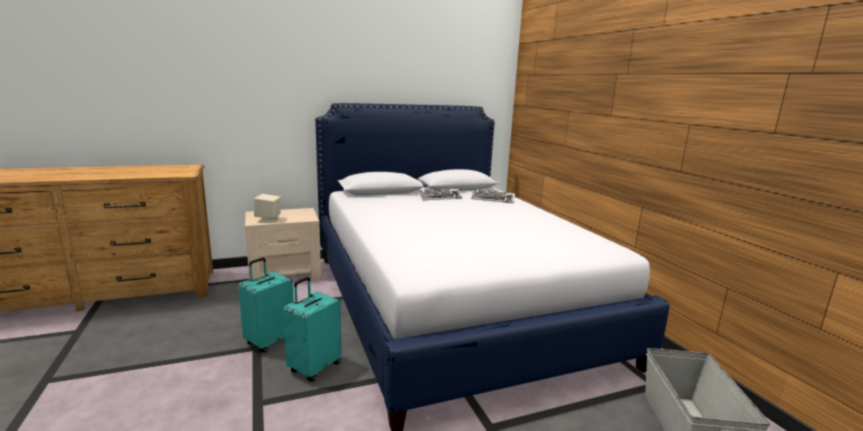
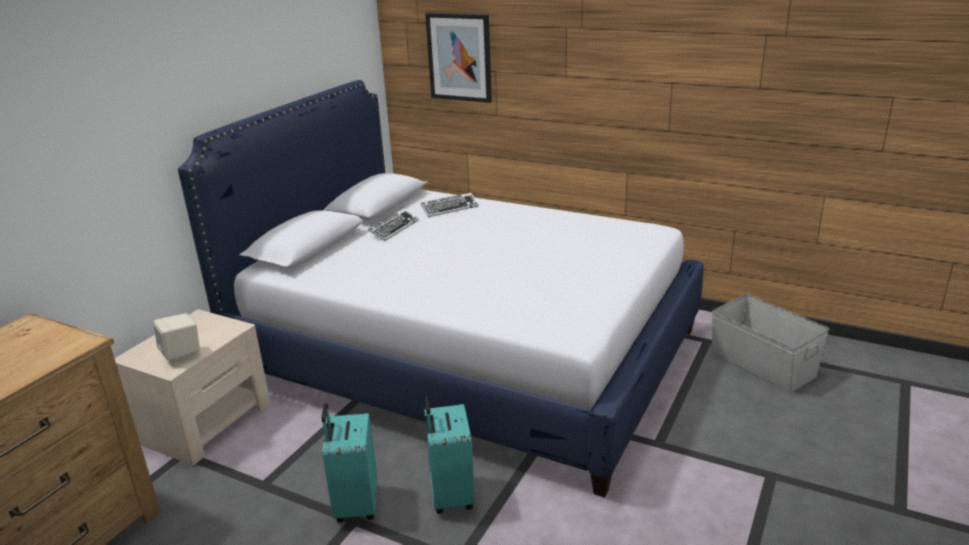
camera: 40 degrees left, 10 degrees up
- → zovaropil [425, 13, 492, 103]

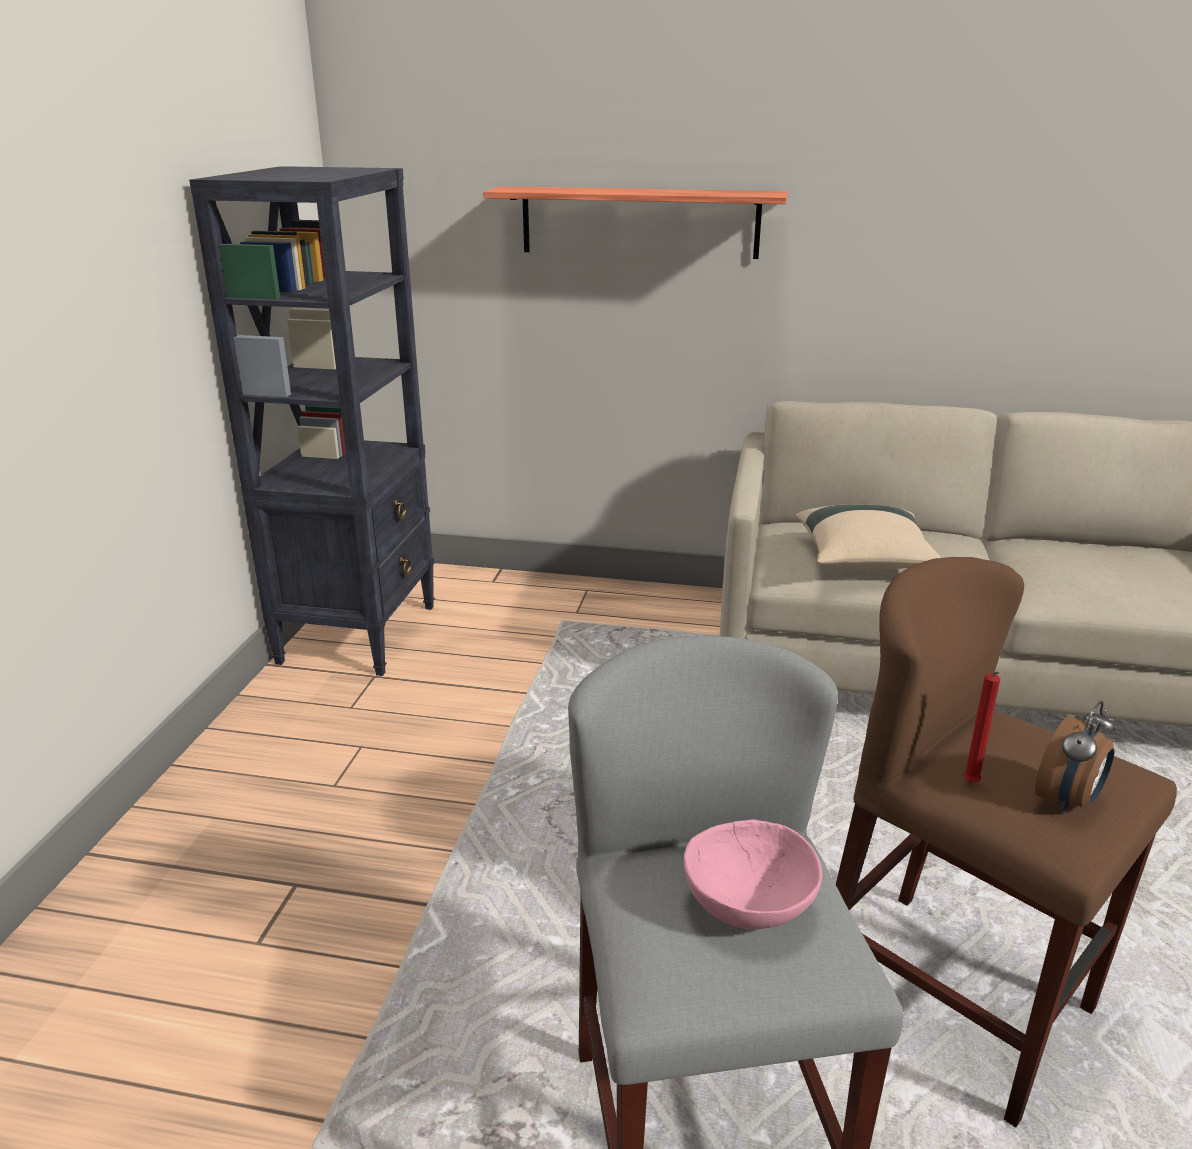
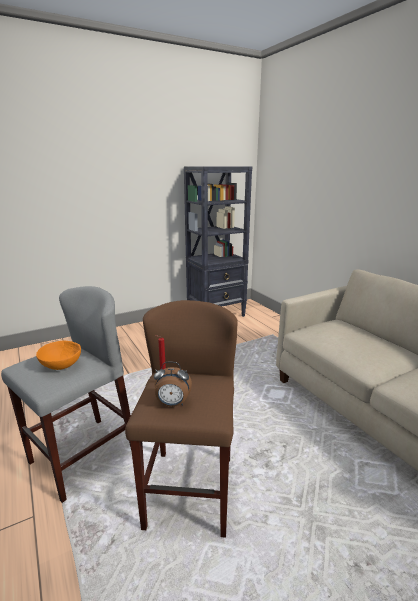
camera: 50 degrees right, 5 degrees down
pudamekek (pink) [684, 819, 822, 930] → pudamekek (orange) [36, 341, 81, 370]
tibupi [483, 186, 788, 259] → -
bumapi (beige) [796, 505, 941, 569] → -

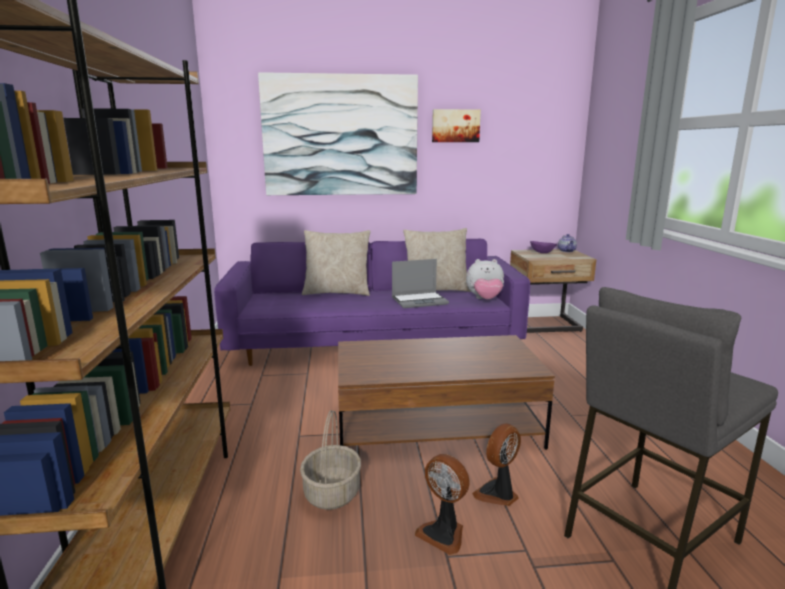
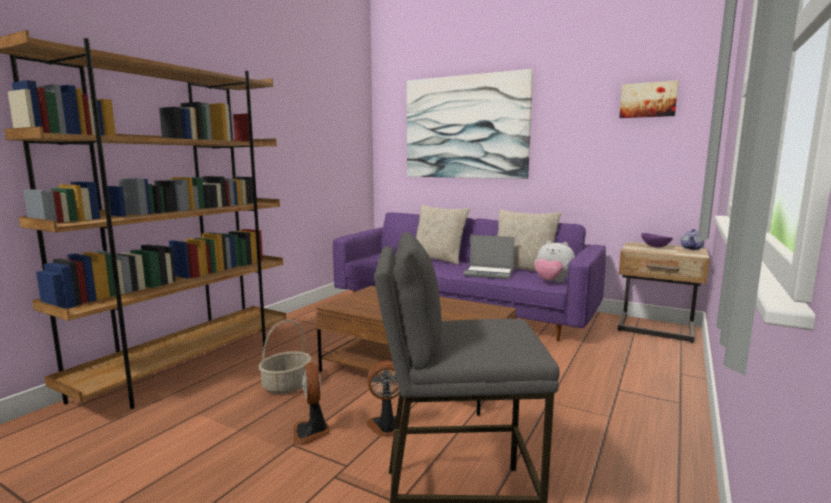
camera: 35 degrees right, 5 degrees down
zovaropil [432, 109, 481, 142] → zovaropil [619, 80, 678, 118], move

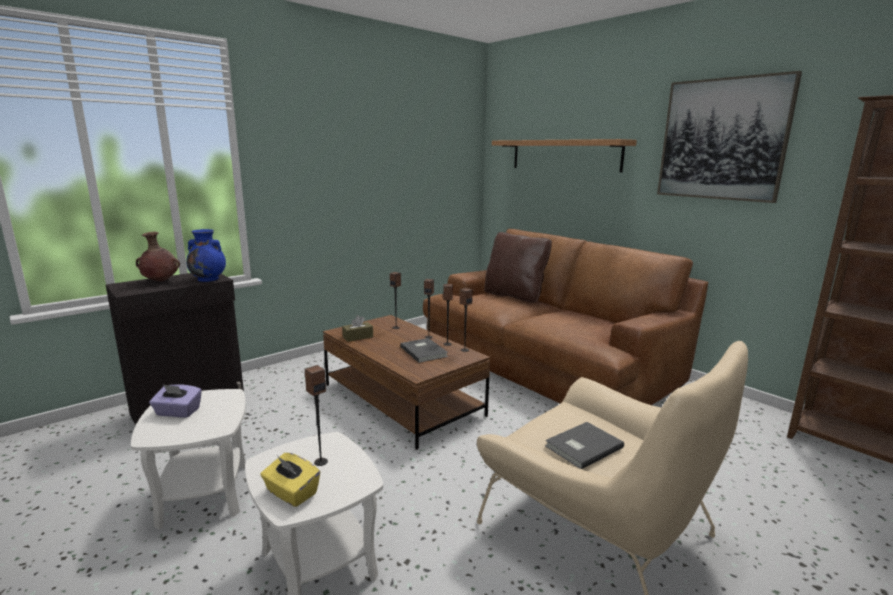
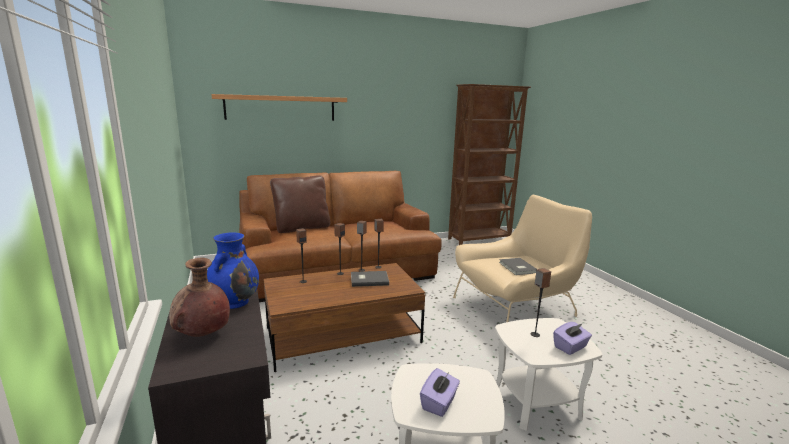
camera: 70 degrees left, 0 degrees up
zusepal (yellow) [260, 453, 320, 507] → zusepal (purple) [553, 322, 592, 355]
zusepal (brown) [342, 315, 373, 342] → -
zovaropil [657, 71, 802, 203] → -

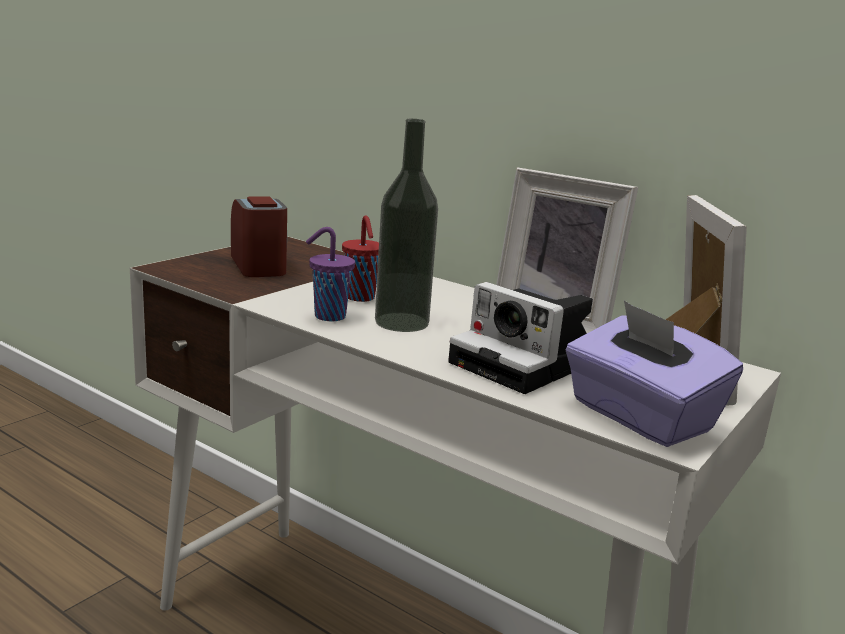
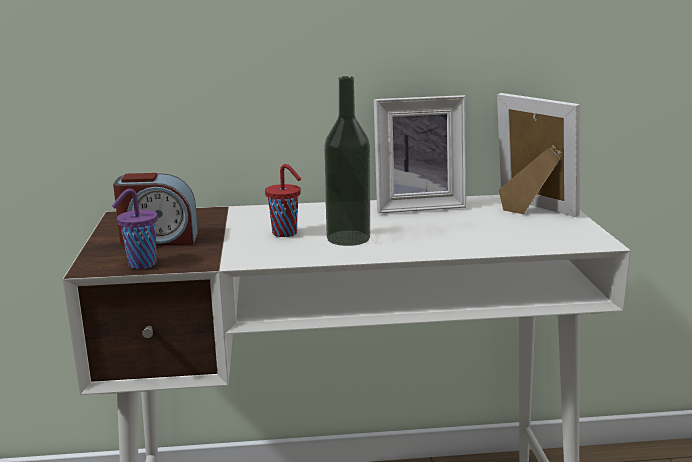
camera: 40 degrees left, 0 degrees up
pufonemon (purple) [306, 227, 355, 321] → pufonemon (purple) [112, 189, 158, 269], move
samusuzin [231, 196, 287, 277] → samusuzin [113, 173, 198, 246], 150 degrees clockwise
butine [448, 282, 593, 394] → -
zusepal (purple) [566, 301, 743, 447] → -

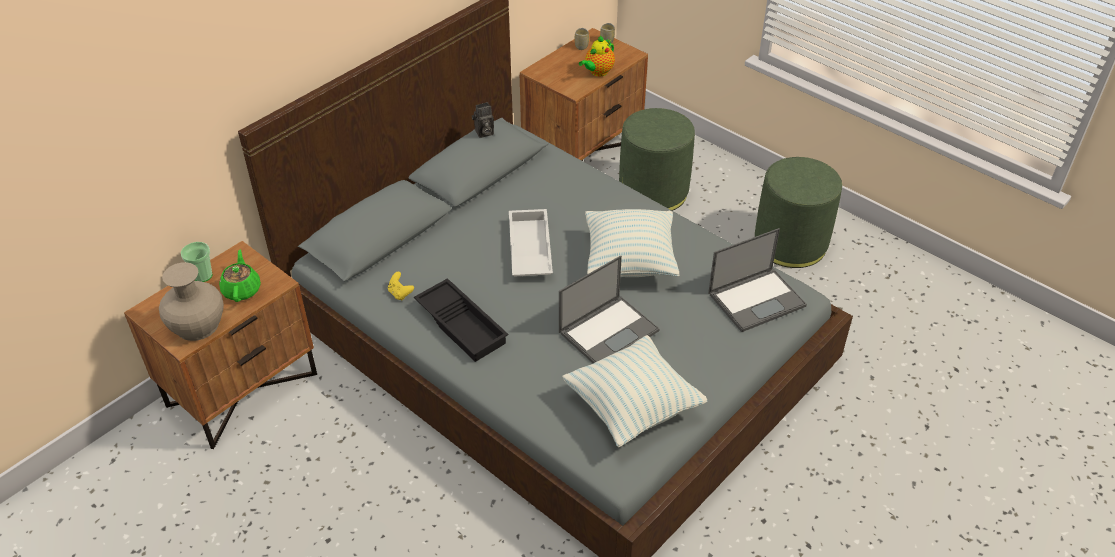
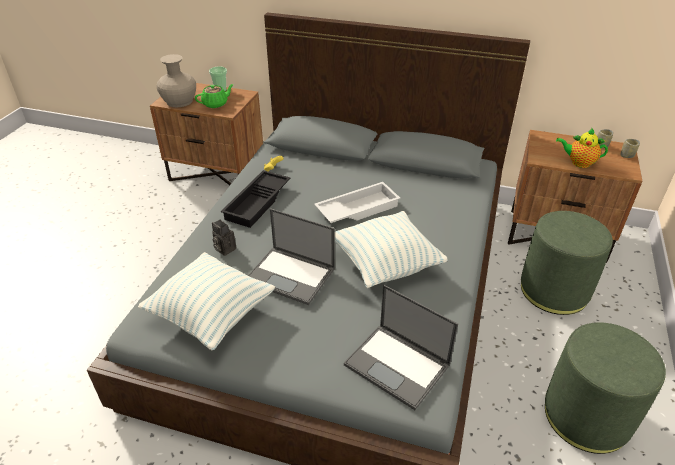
camera: 65 degrees right, 5 degrees down
butine [472, 102, 494, 138] → butine [212, 220, 236, 256], move

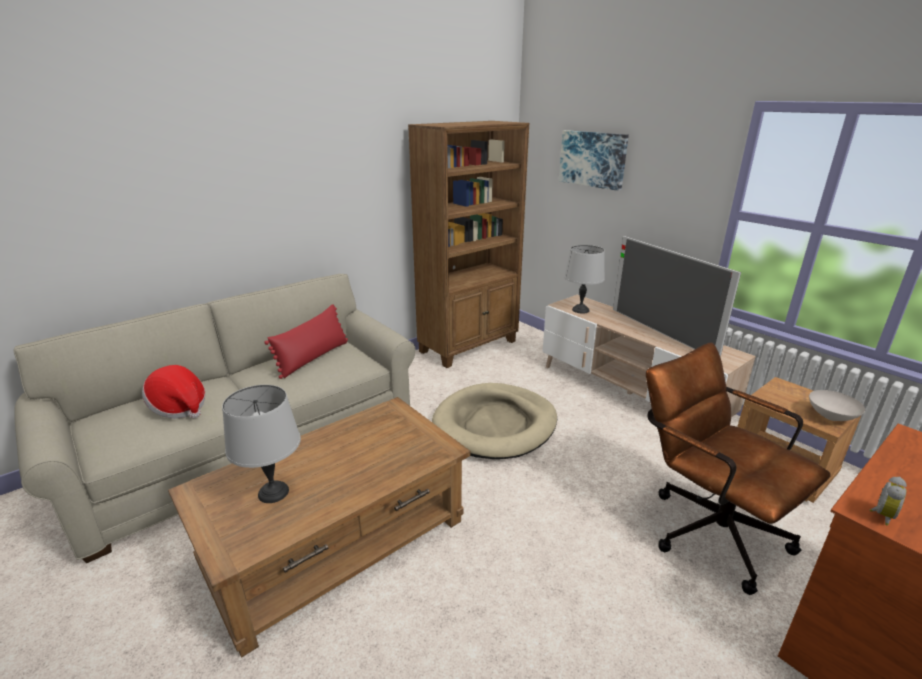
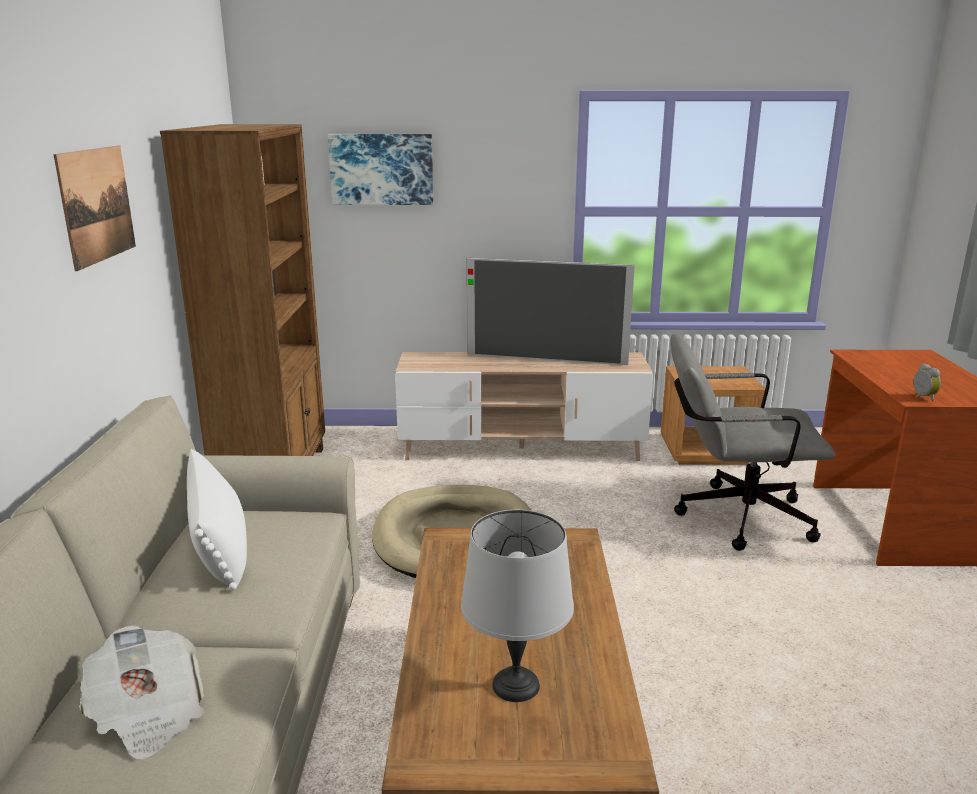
camera: 50 degrees left, 5 degrees down
- → zovaropil [53, 146, 136, 271]
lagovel [142, 365, 205, 419] → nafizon [79, 625, 204, 759]
bumapi (red) [264, 304, 348, 379] → bumapi (white) [187, 449, 247, 590]
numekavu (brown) [646, 342, 831, 595] → numekavu (grey) [670, 334, 835, 551]
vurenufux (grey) [564, 245, 605, 314] → -
pudamekek (white) [809, 390, 865, 421] → -

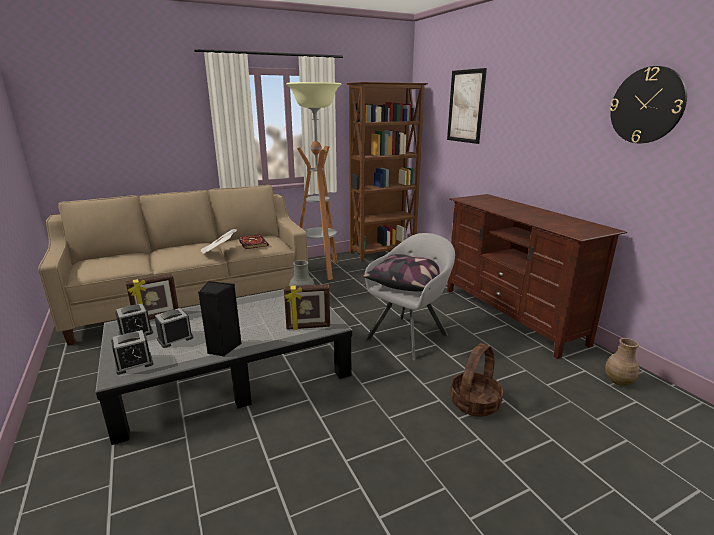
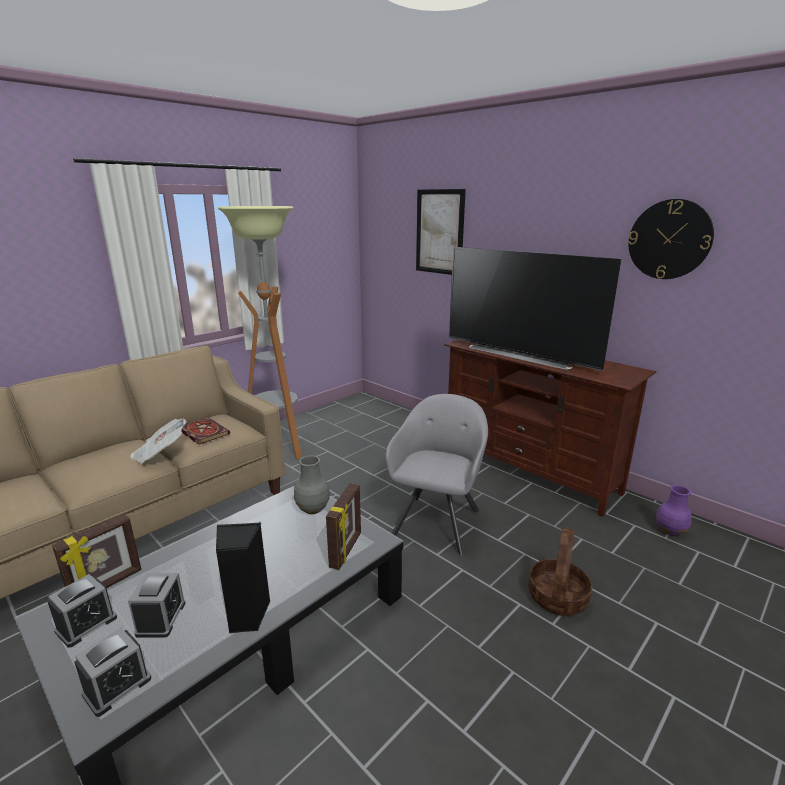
camera: 20 degrees left, 0 degrees up
samusuzin [155, 308, 194, 348] → samusuzin [128, 573, 186, 638], 150 degrees clockwise
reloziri [284, 284, 330, 330] → reloziri [326, 483, 361, 570], 45 degrees counterclockwise
- → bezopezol [449, 247, 622, 371]
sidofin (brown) [605, 338, 639, 386] → sidofin (purple) [656, 485, 692, 536]
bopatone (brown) [347, 82, 428, 260] → -
bumapi [363, 254, 440, 291] → -

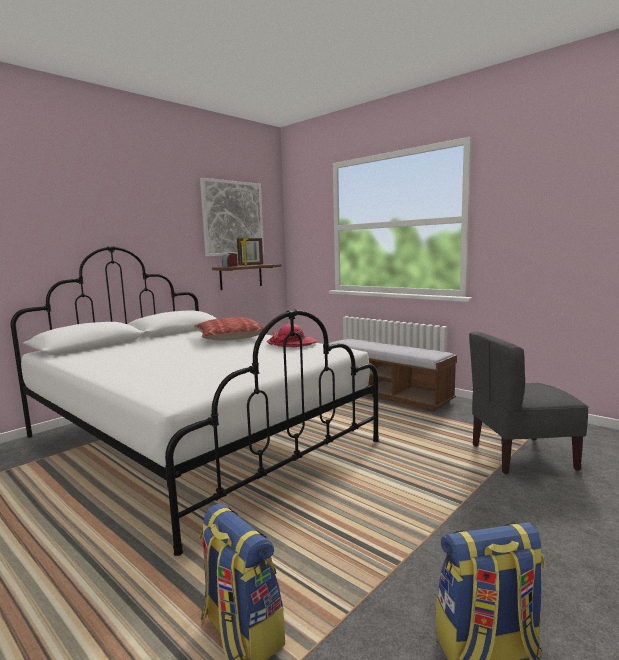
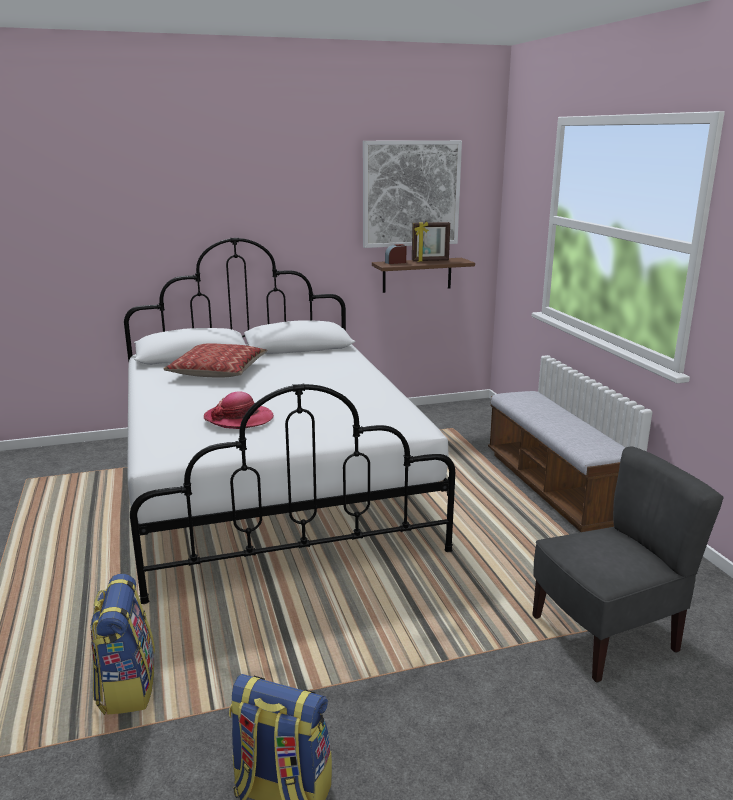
camera: 30 degrees right, 10 degrees up
bumapi [194, 317, 264, 341] → bumapi [164, 343, 268, 377], move
lagovel [267, 324, 317, 347] → lagovel [204, 391, 274, 429], move
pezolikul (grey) [469, 332, 589, 474] → pezolikul (grey) [532, 447, 724, 682], 135 degrees clockwise

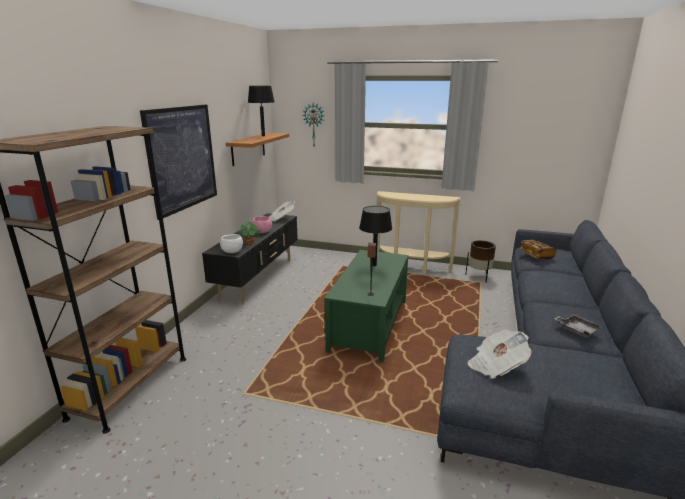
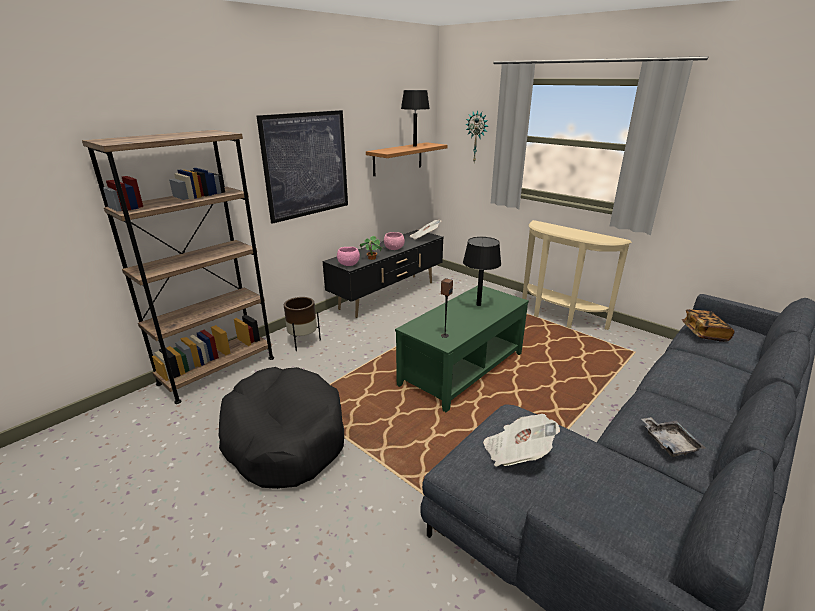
camera: 25 degrees right, 5 degrees up
- → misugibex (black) [219, 367, 344, 489]
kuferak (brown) [465, 240, 496, 283] → kuferak (brown) [284, 297, 321, 351], move
pudamekek (white) [220, 234, 243, 253] → pudamekek (pink) [337, 247, 360, 266]

